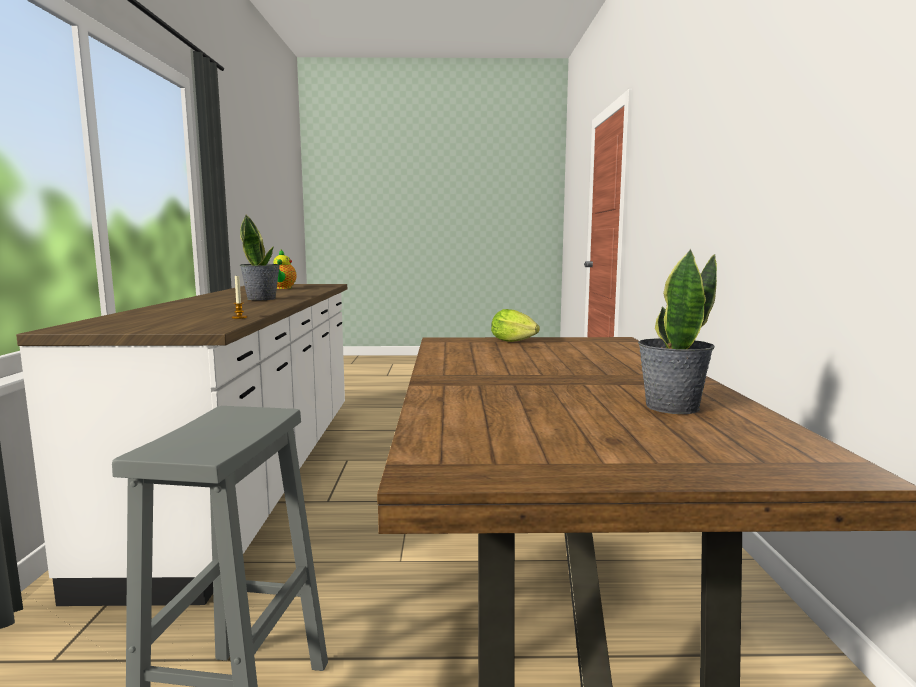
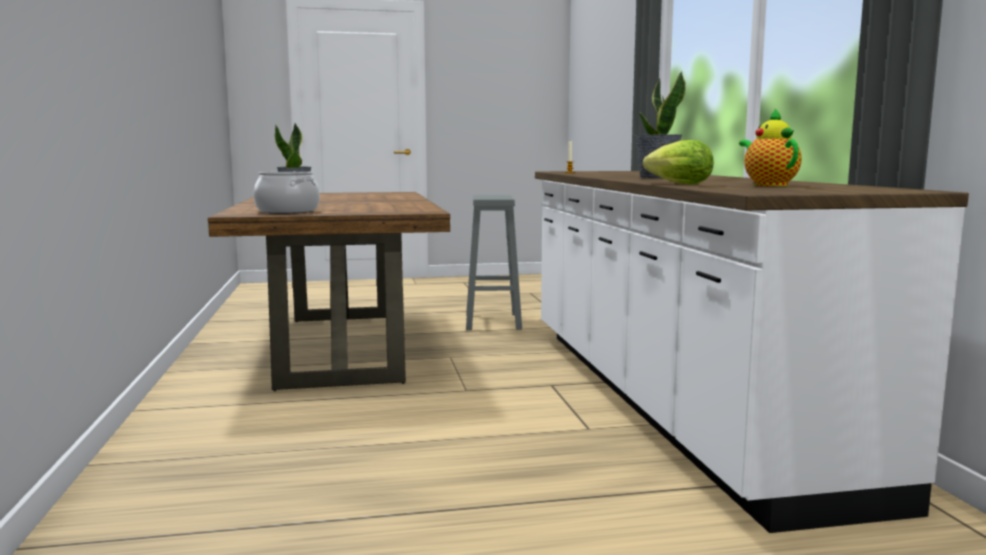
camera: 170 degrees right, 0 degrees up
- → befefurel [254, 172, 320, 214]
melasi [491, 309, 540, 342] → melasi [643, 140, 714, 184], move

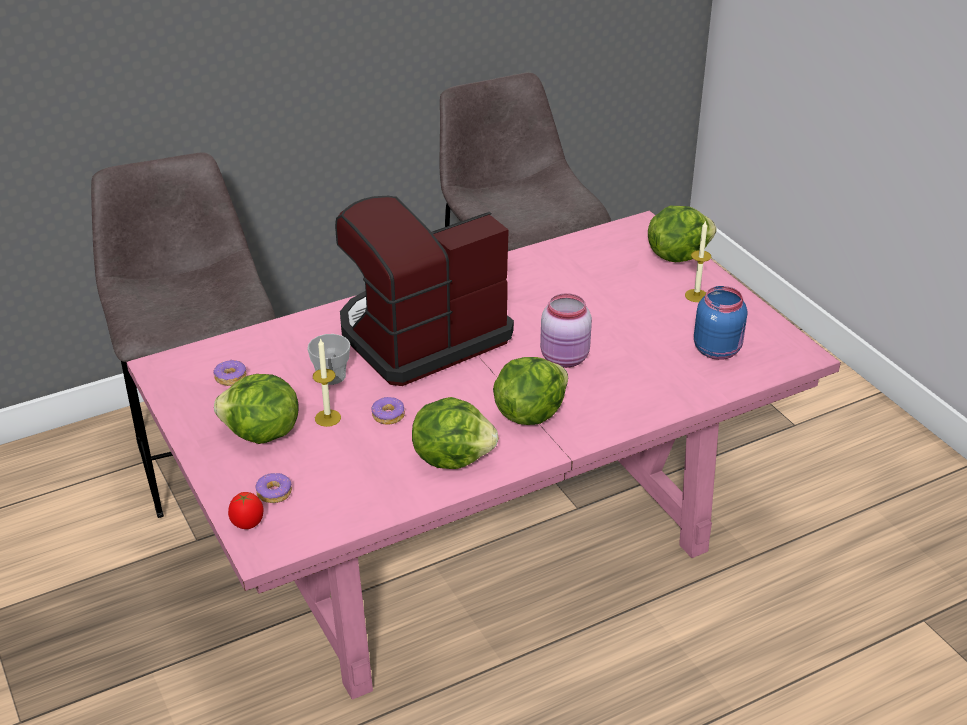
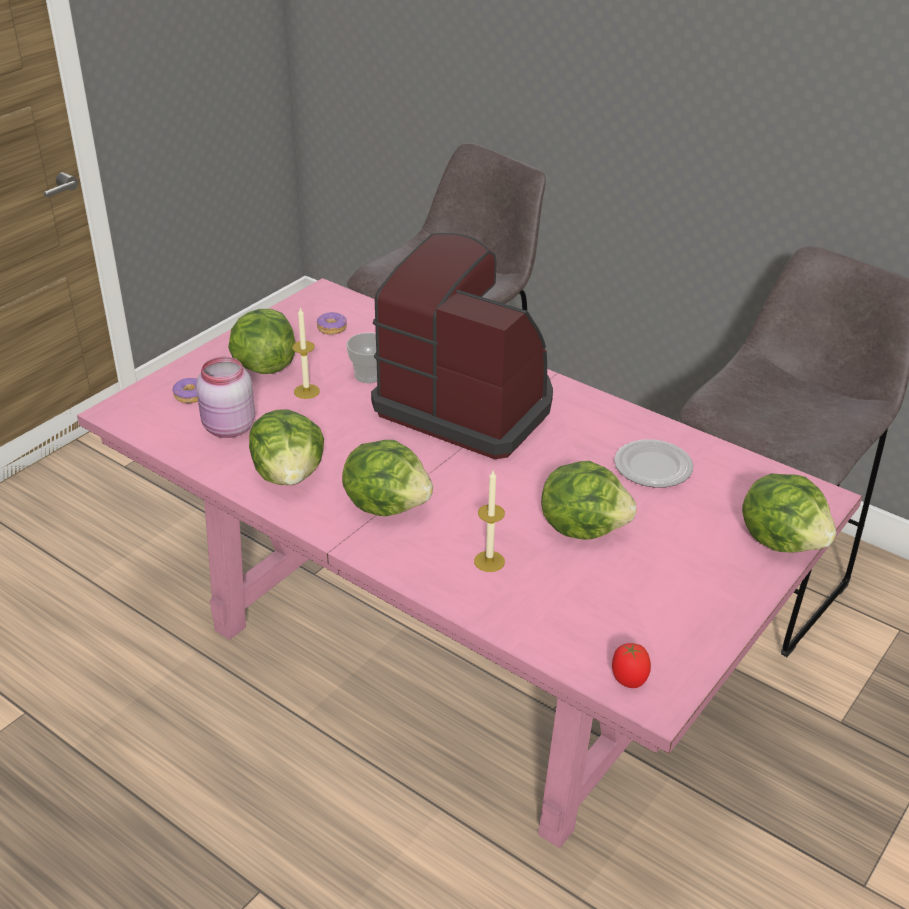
camera: 65 degrees right, 0 degrees up
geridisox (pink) [540, 293, 592, 368] → geridisox (pink) [196, 357, 255, 438], move
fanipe [685, 220, 711, 302] → fanipe [474, 471, 505, 572], move
- → melasi [541, 461, 637, 540]
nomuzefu [228, 492, 264, 529] → nomuzefu [612, 643, 651, 688], move
- → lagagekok [614, 439, 694, 488]
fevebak [371, 397, 405, 425] → -
geridisox (blue) [694, 286, 748, 360] → -

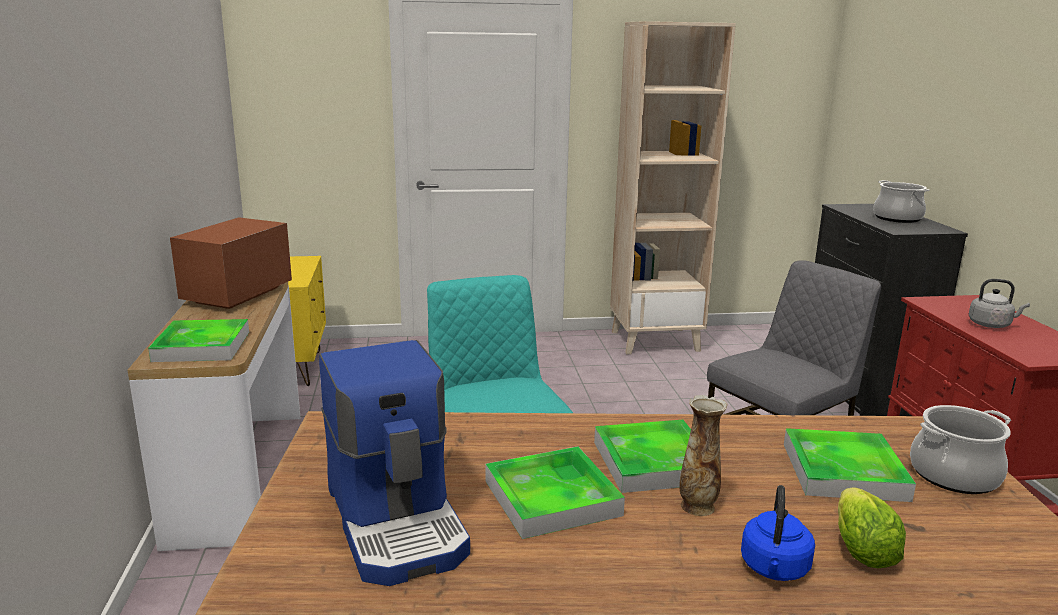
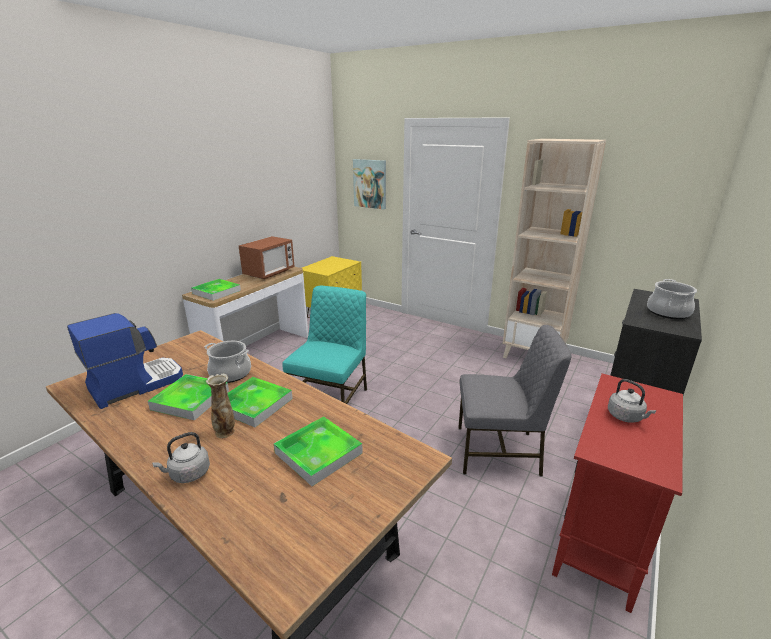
camera: 40 degrees right, 5 degrees up
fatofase [319, 340, 470, 586] → fatofase [67, 313, 183, 409], 150 degrees counterclockwise
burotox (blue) [741, 485, 815, 581] → burotox (grey) [152, 432, 210, 483]
befefurel [910, 405, 1011, 494] → befefurel [204, 341, 251, 383], move
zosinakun [170, 217, 292, 309] → zosinakun [239, 236, 295, 279], 150 degrees clockwise
- → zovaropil [353, 159, 386, 209]
melasi [838, 487, 906, 568] → -

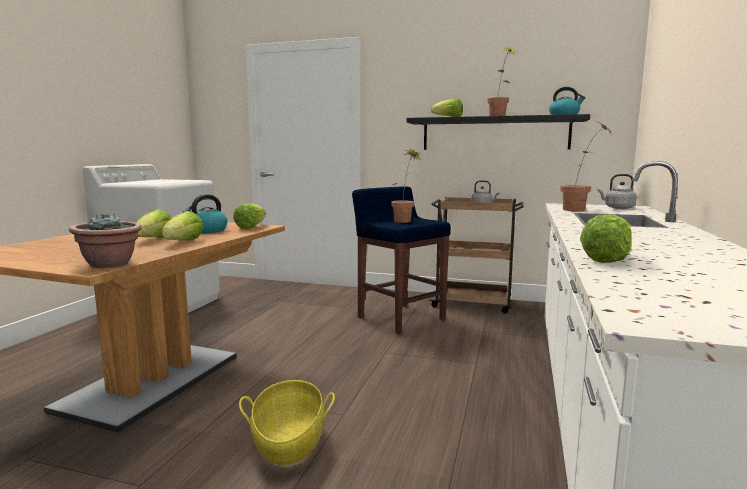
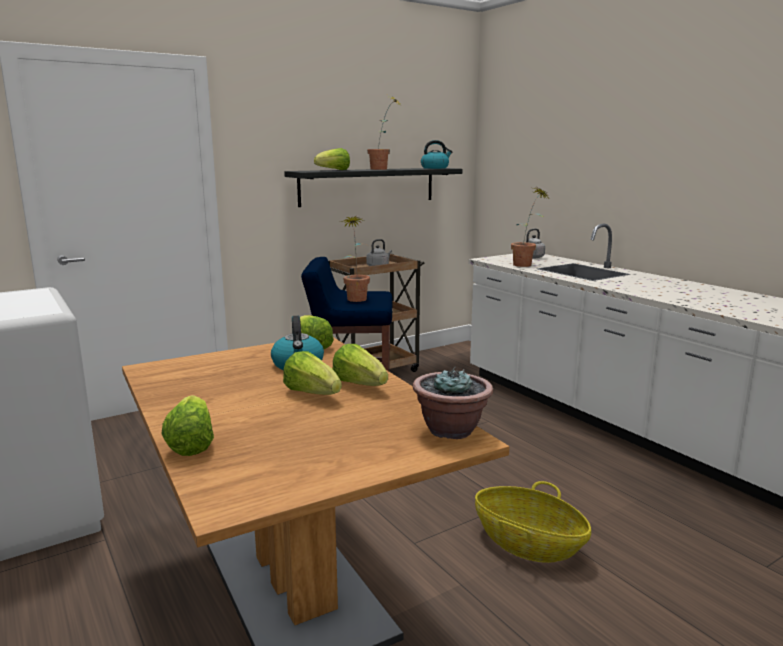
camera: 50 degrees left, 5 degrees up
melasi [580, 214, 632, 263] → melasi [161, 395, 214, 456], move

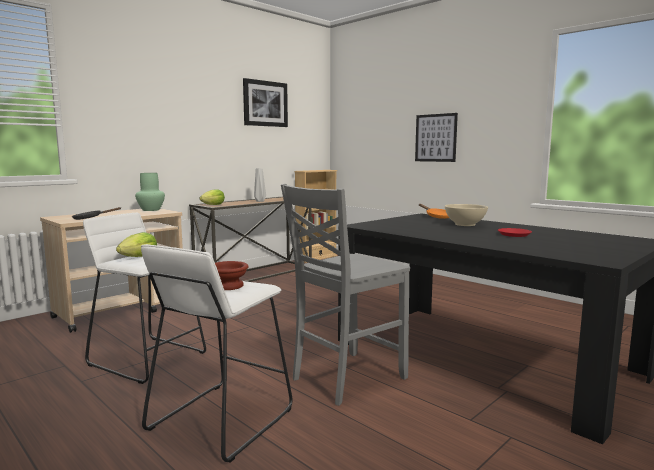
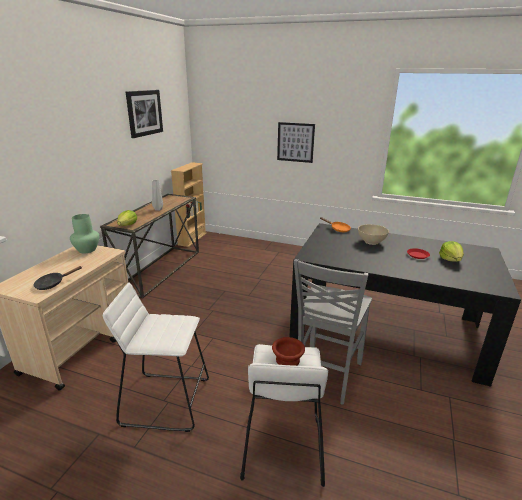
camera: 25 degrees left, 15 degrees up
melasi [116, 232, 157, 257] → melasi [439, 241, 464, 262], move

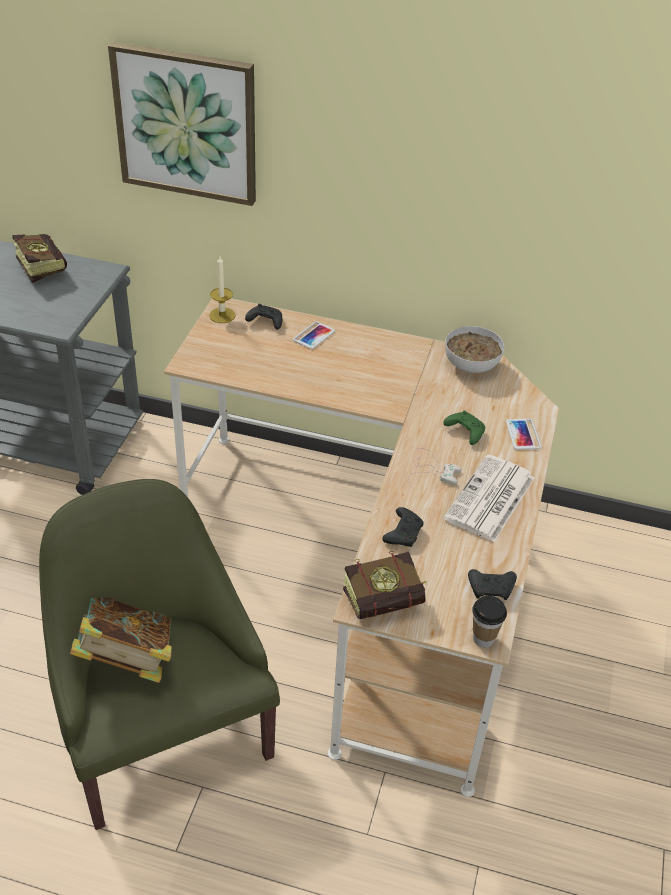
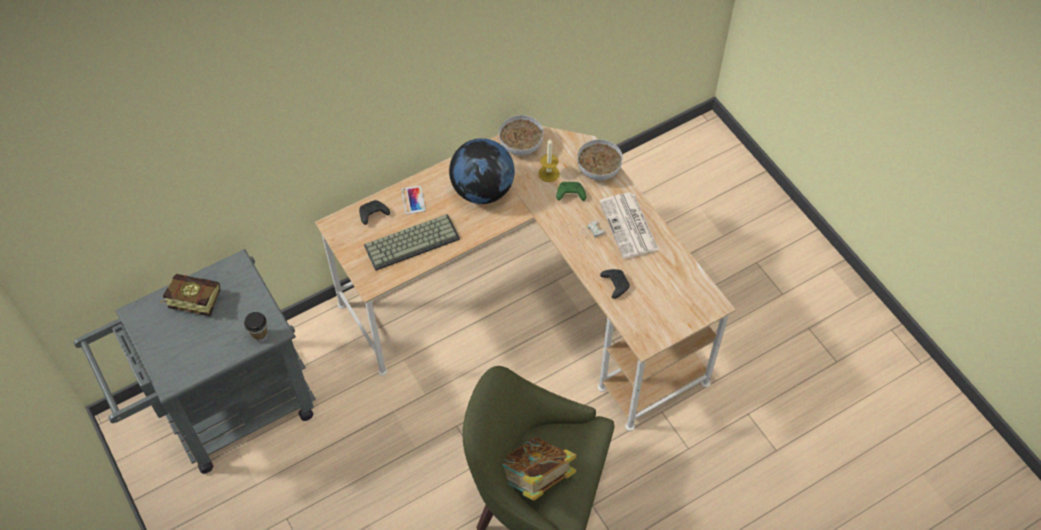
camera: 45 degrees left, 15 degrees up
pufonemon [472, 596, 507, 648] → pufonemon [244, 312, 267, 343], move
- → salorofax [364, 214, 460, 271]
- → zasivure [449, 138, 515, 204]
fanipe [209, 256, 236, 323] → fanipe [538, 139, 560, 182], move
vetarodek [506, 419, 542, 450] → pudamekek [578, 139, 623, 181]
zovaropil [108, 42, 256, 206] → -
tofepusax [343, 551, 427, 619] → -
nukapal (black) [468, 569, 517, 600] → -

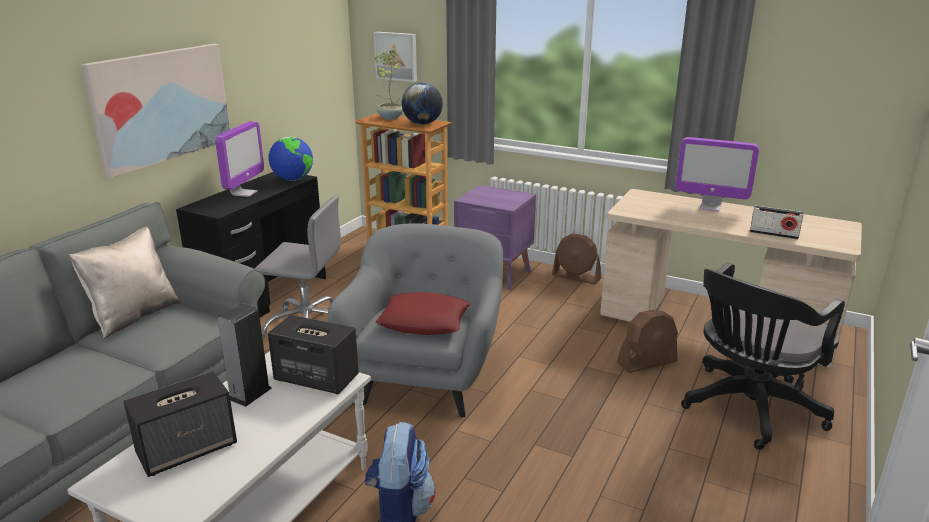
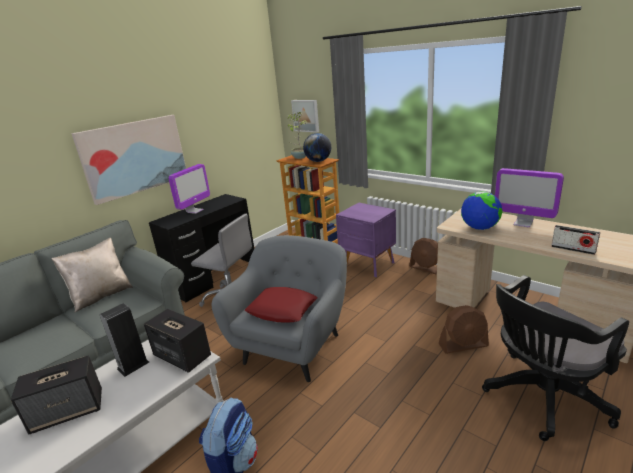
camera: 15 degrees right, 0 degrees up
zasivure [269, 137, 313, 181] → zasivure [461, 192, 502, 230], move

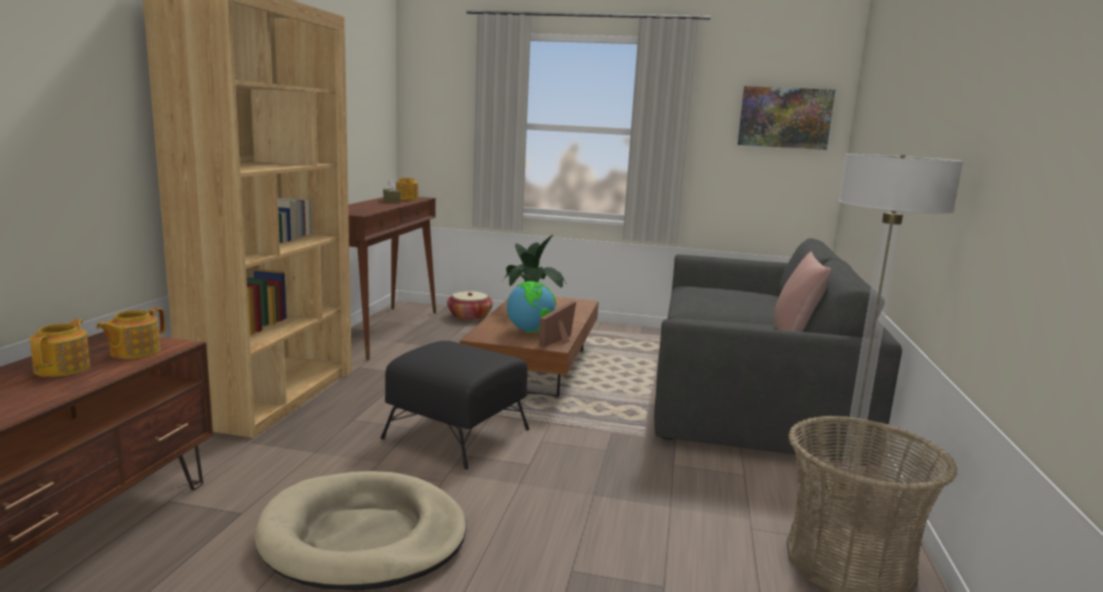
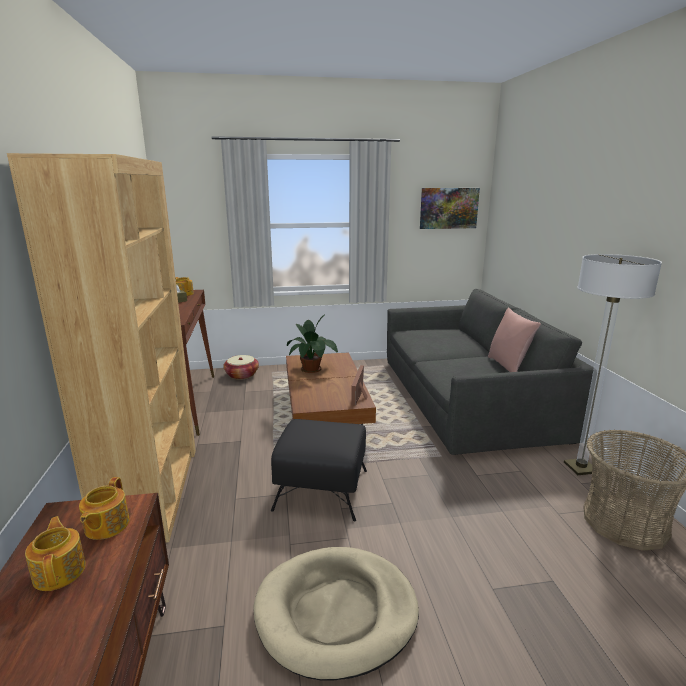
camera: 20 degrees left, 5 degrees up
zasivure [507, 281, 556, 333] → -

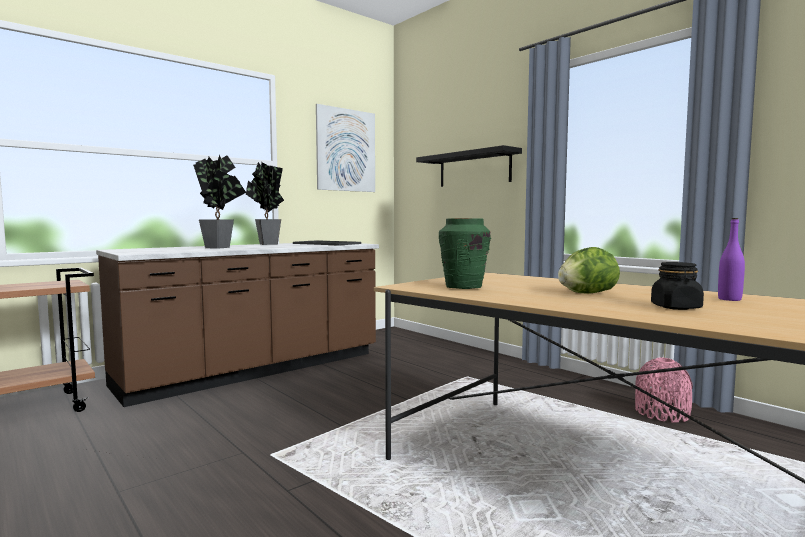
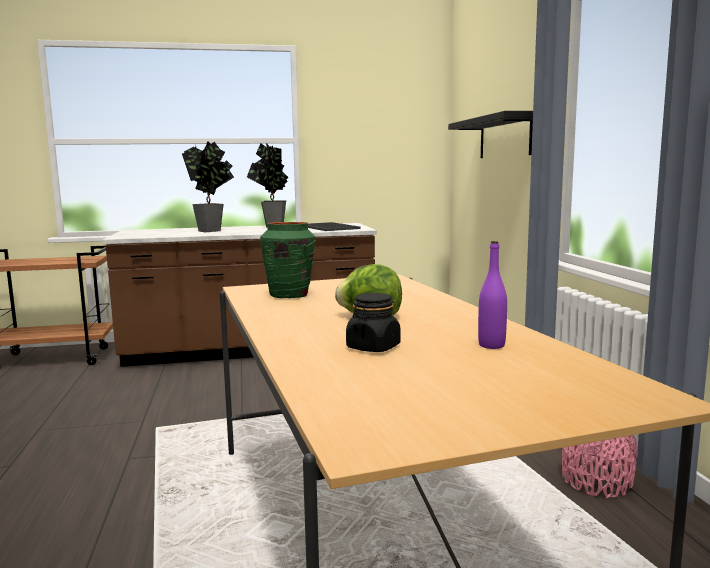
camera: 30 degrees right, 5 degrees up
zovaropil [316, 104, 375, 192] → -

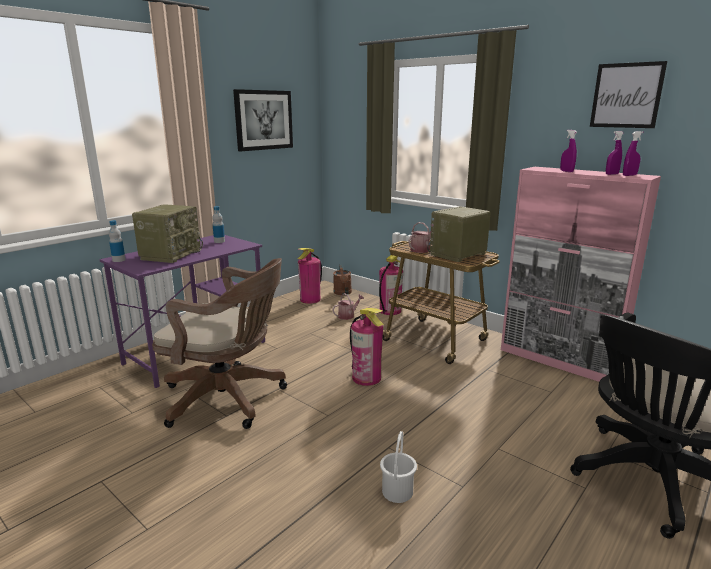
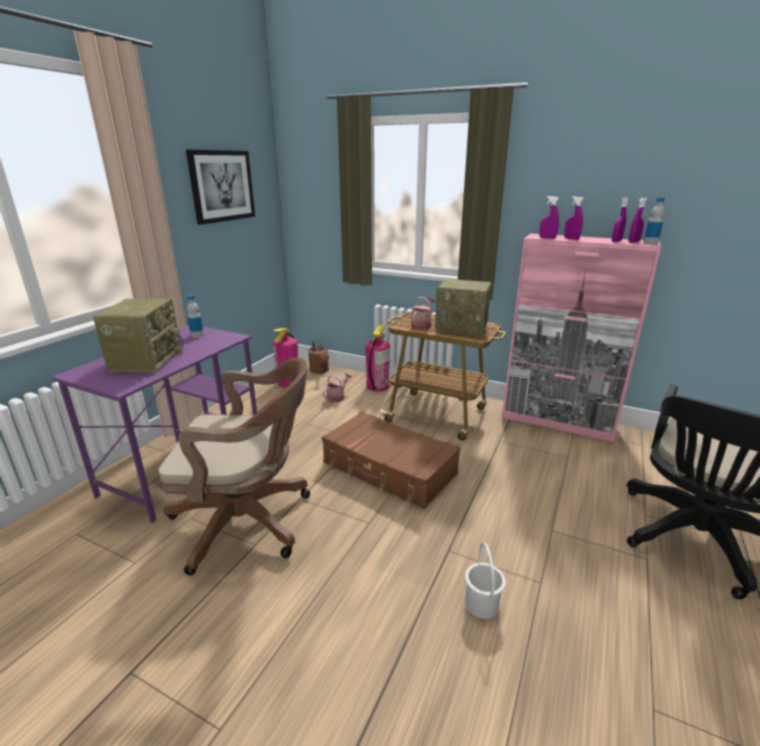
camera: 15 degrees left, 5 degrees up
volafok [350, 308, 384, 386] → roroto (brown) [322, 411, 460, 509]
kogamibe [427, 206, 491, 262] → kogamibe [435, 279, 491, 337], 105 degrees counterclockwise
- → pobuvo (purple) [540, 196, 559, 239]
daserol [109, 220, 126, 262] → daserol [643, 197, 665, 245], move
zovaropil [590, 61, 667, 128] → -

